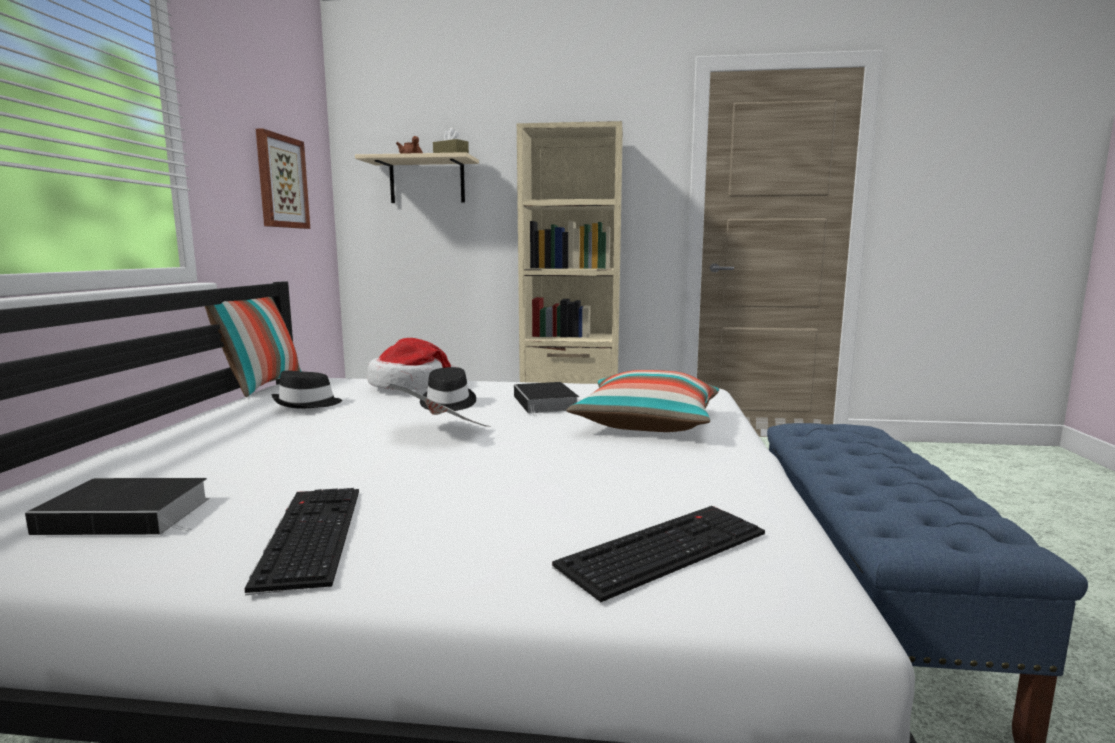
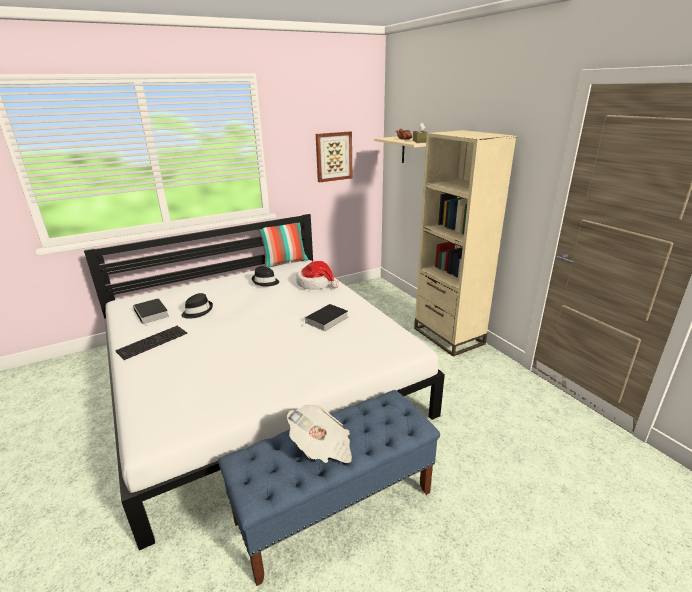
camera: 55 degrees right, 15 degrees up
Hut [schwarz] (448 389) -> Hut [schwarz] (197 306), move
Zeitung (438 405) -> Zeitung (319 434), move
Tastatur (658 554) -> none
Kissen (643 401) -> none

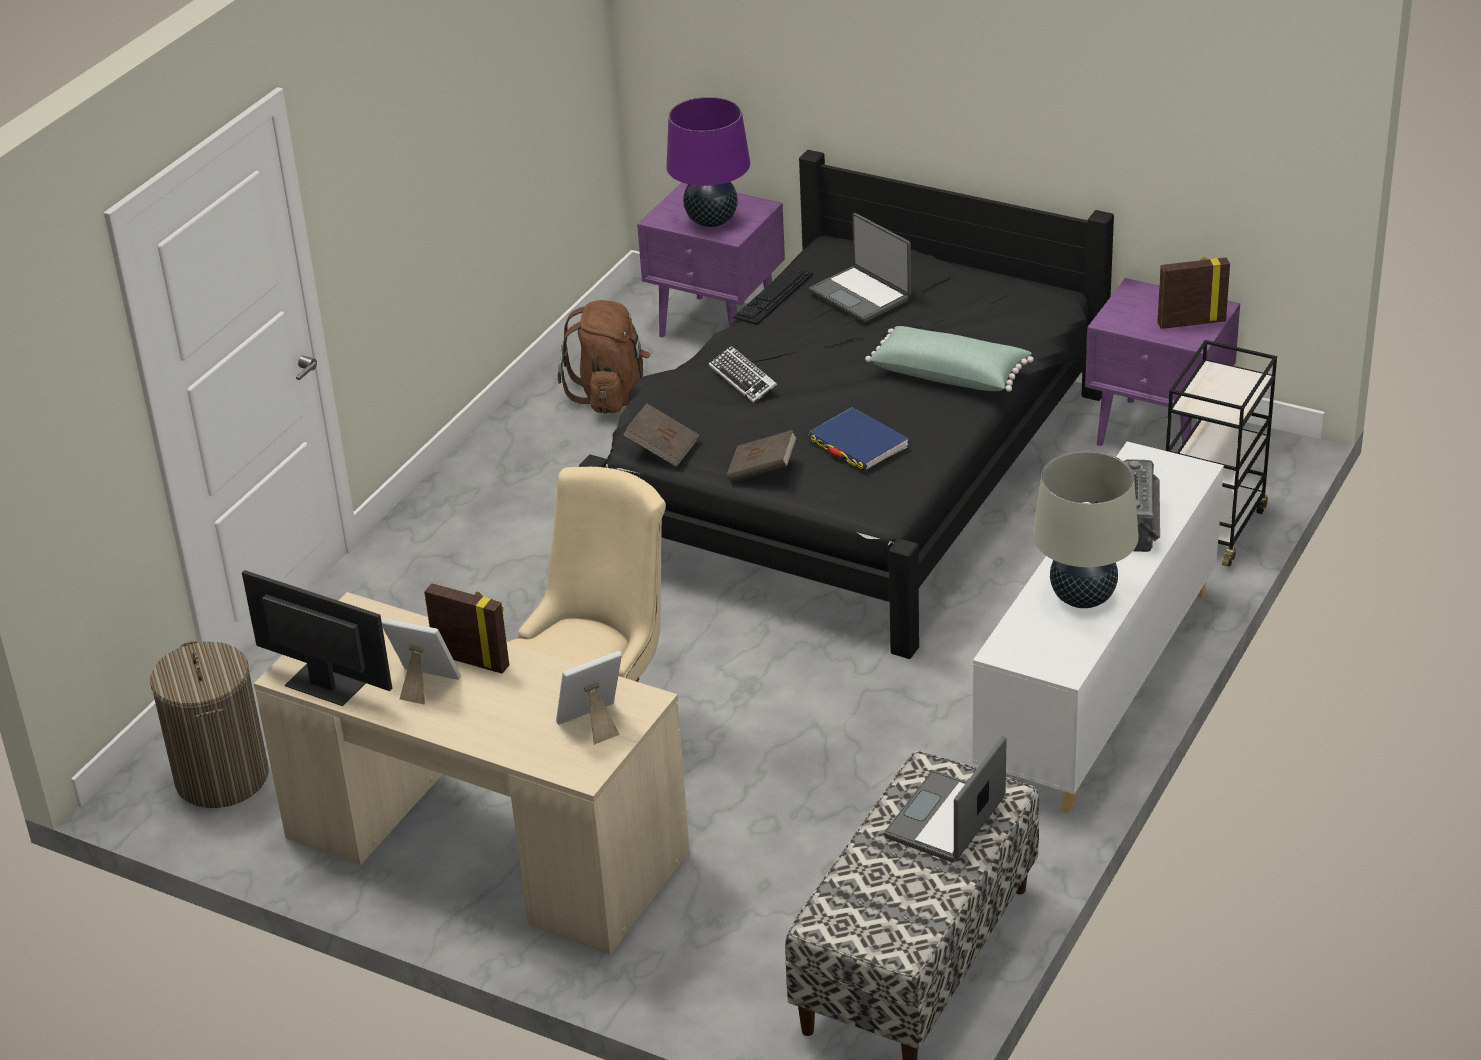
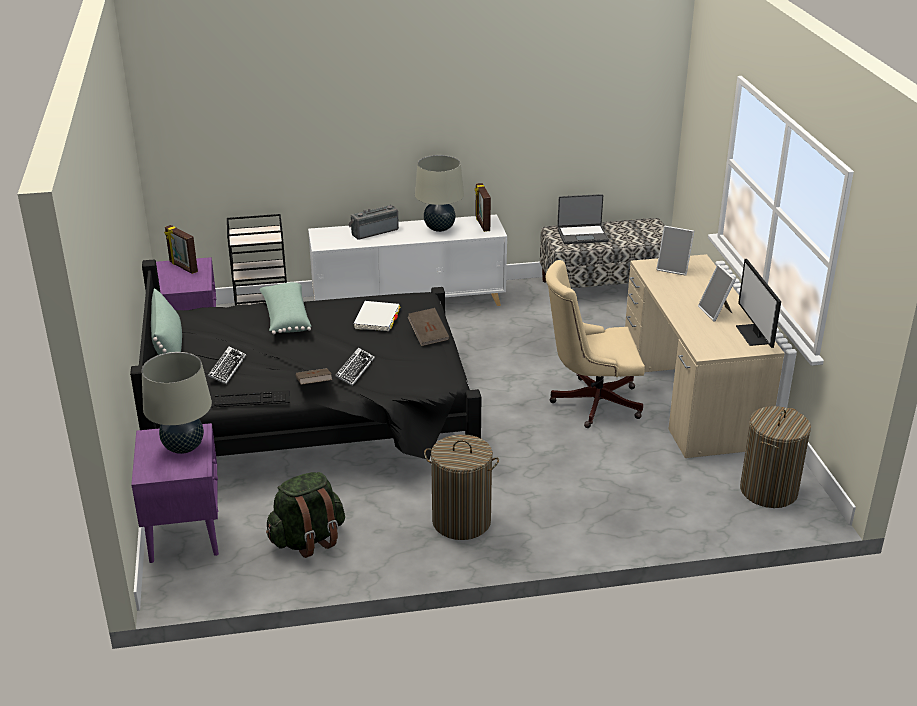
camera: 130 degrees left, 5 degrees down
Tischlampe [lila] (708 162) -> Tischlampe [beige] (177 403)
none -> Kissen [grün] (166 321)
Laptop (860 267) -> Tastatur (227 365)
Rucksack [braun] (604 357) -> Rucksack [grün] (305 515)
Buch [braun] (661 435) -> Buch [braun] (314 376), move
Buch [blau] (858 439) -> Buch [weiß] (377 316)
none -> Wäschekorb (461 487)
Bilderrahmen (466 628) -> Bilderrahmen (483 207), move

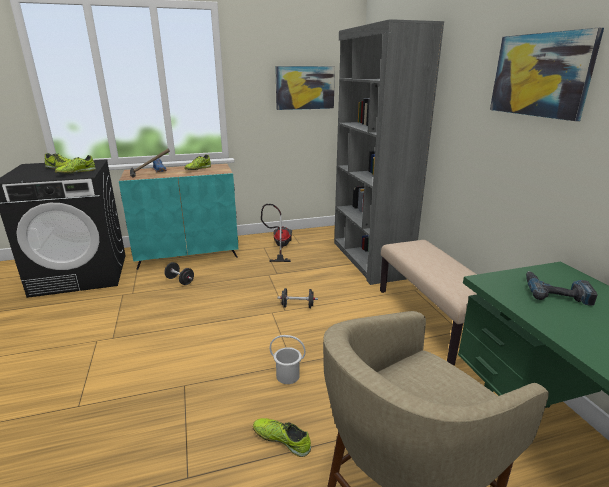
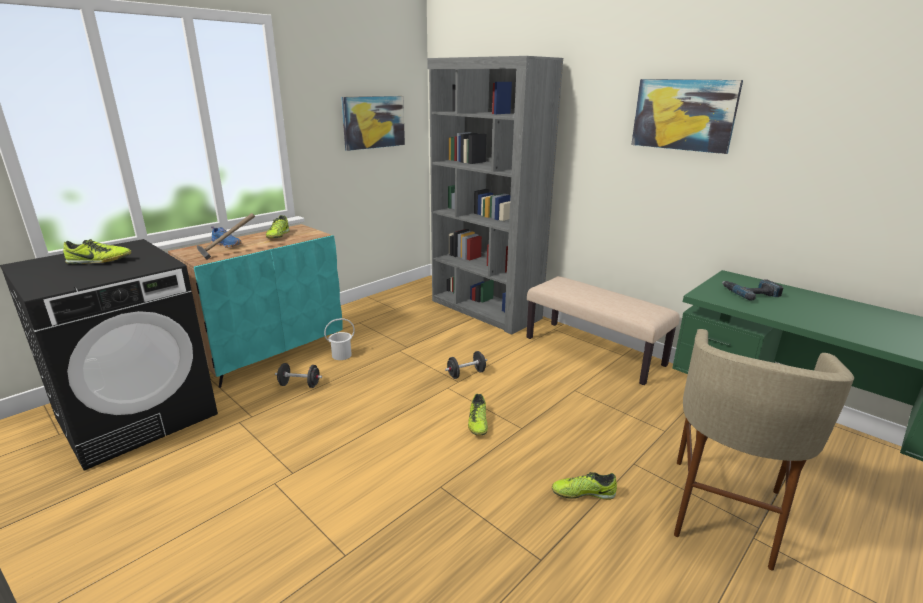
camera: 30 degrees left, 0 degrees up
Eimer [weiß] (288 359) -> Eimer [weiß] (339 339), move
Schuh (75 164) -> Schuh (478 414), move
Staubsauger (276 233) -> none

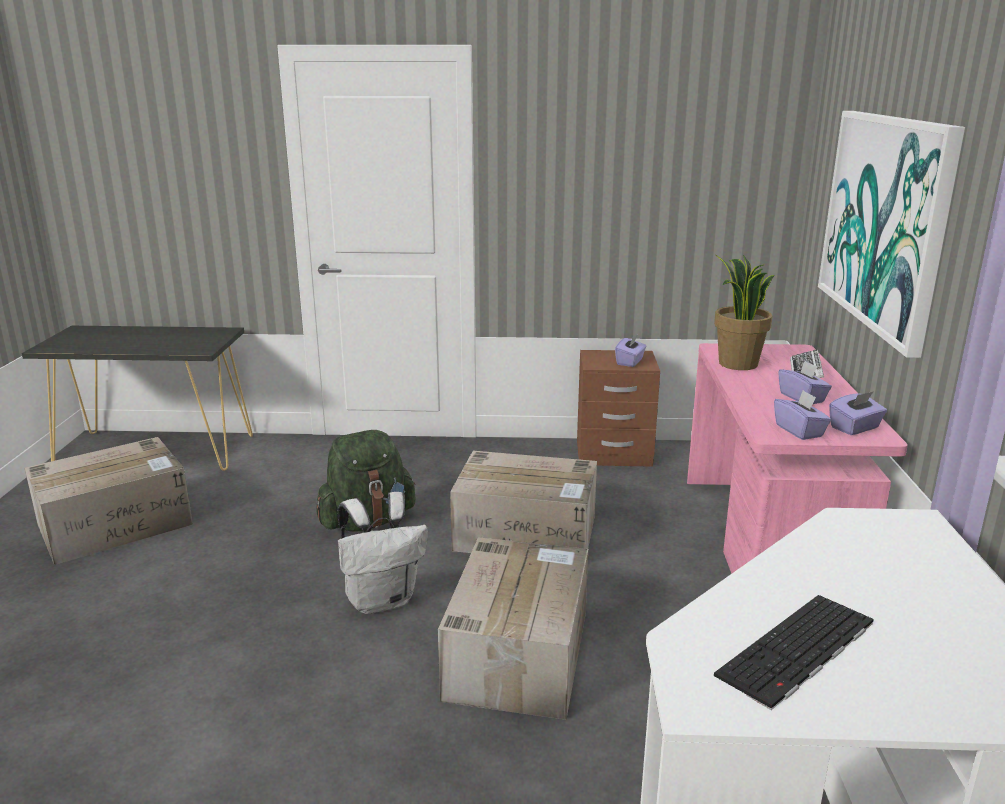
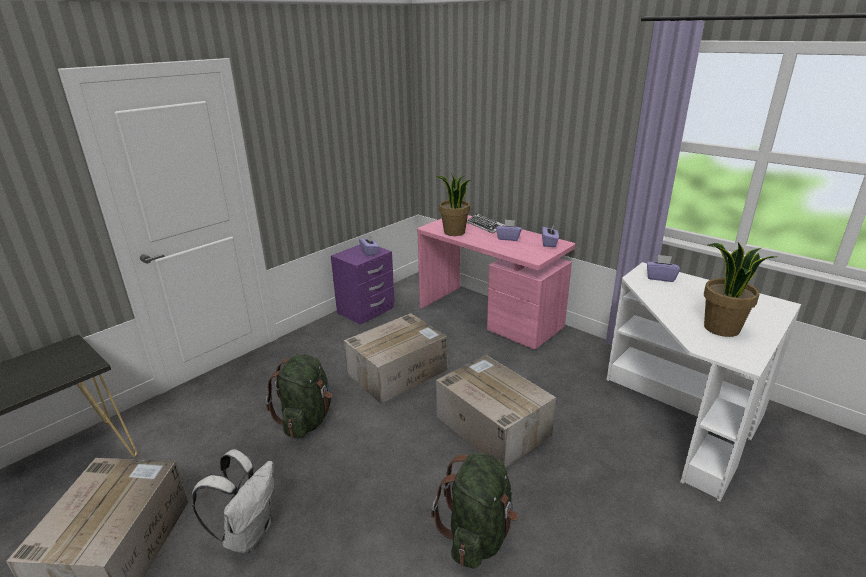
camera: 50 degrees left, 5 degrees up
Rucksack [weiß] (383 553) -> Rucksack [weiß] (233 501), move
Nachttisch [braun] (618 408) -> Nachttisch [lila] (363 285)
none -> Rucksack [grün] (474 511)
Taschentuchbox [lila] (802 415) -> Taschentuchbox [lila] (663 268), move
Tastatur (794 652) -> Topfpflanze (739 289)
Bild (891 234) -> none

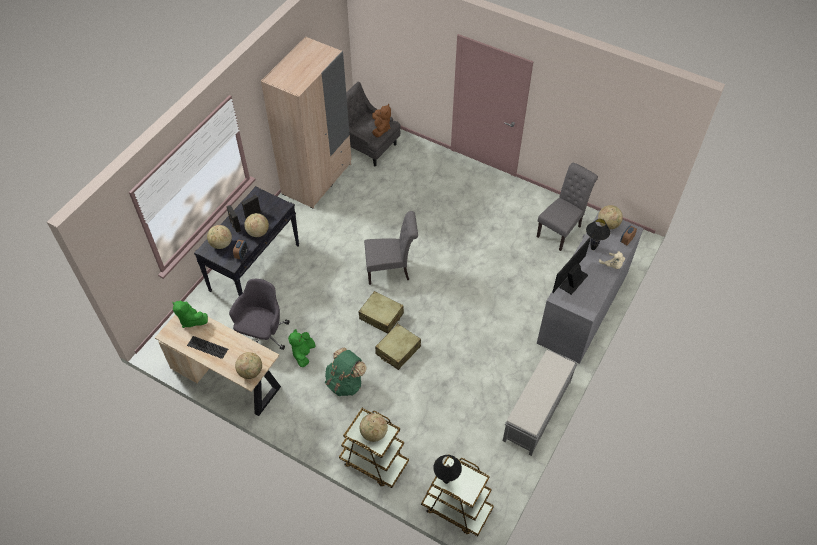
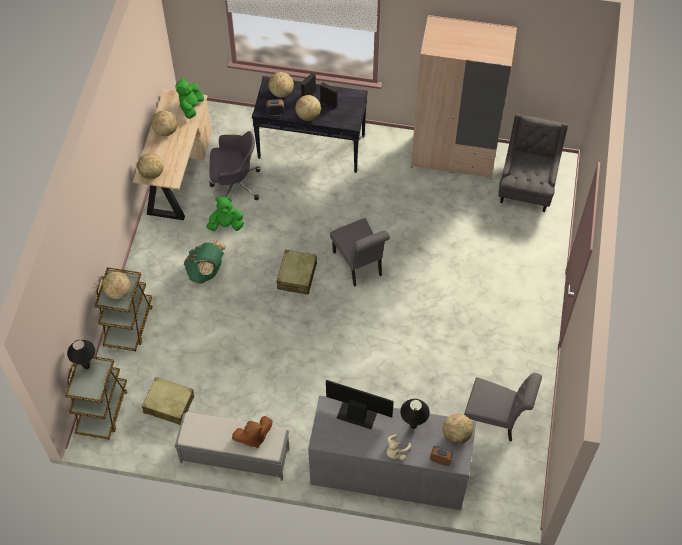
camera: 70 degrees right, 5 degrees up
Koffer [beige] (398 347) -> Koffer [beige] (168 401), move
Tastatur (207 347) -> Globus (164 123)
Plüschtier [braun] (381 120) -> Plüschtier [braun] (252 432), move

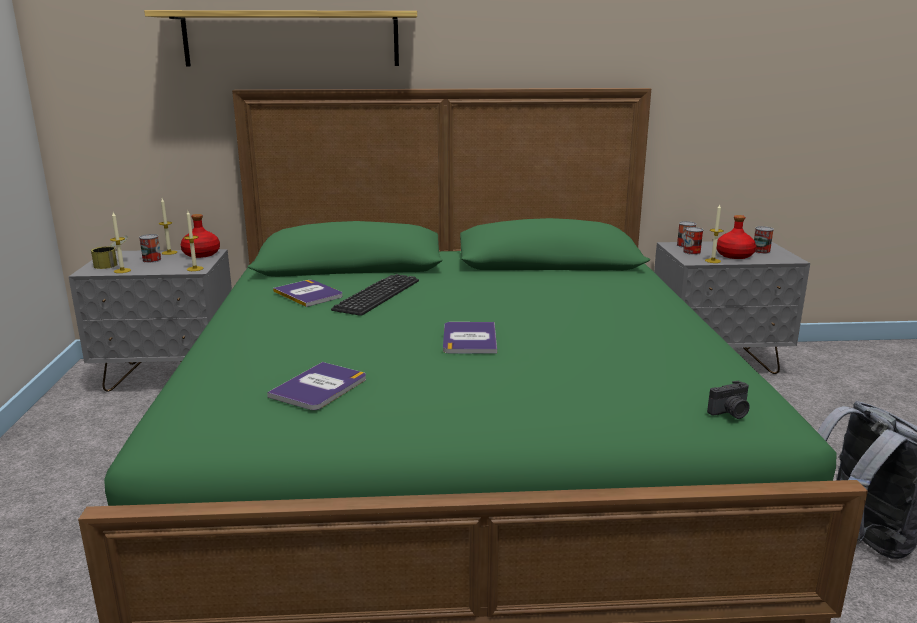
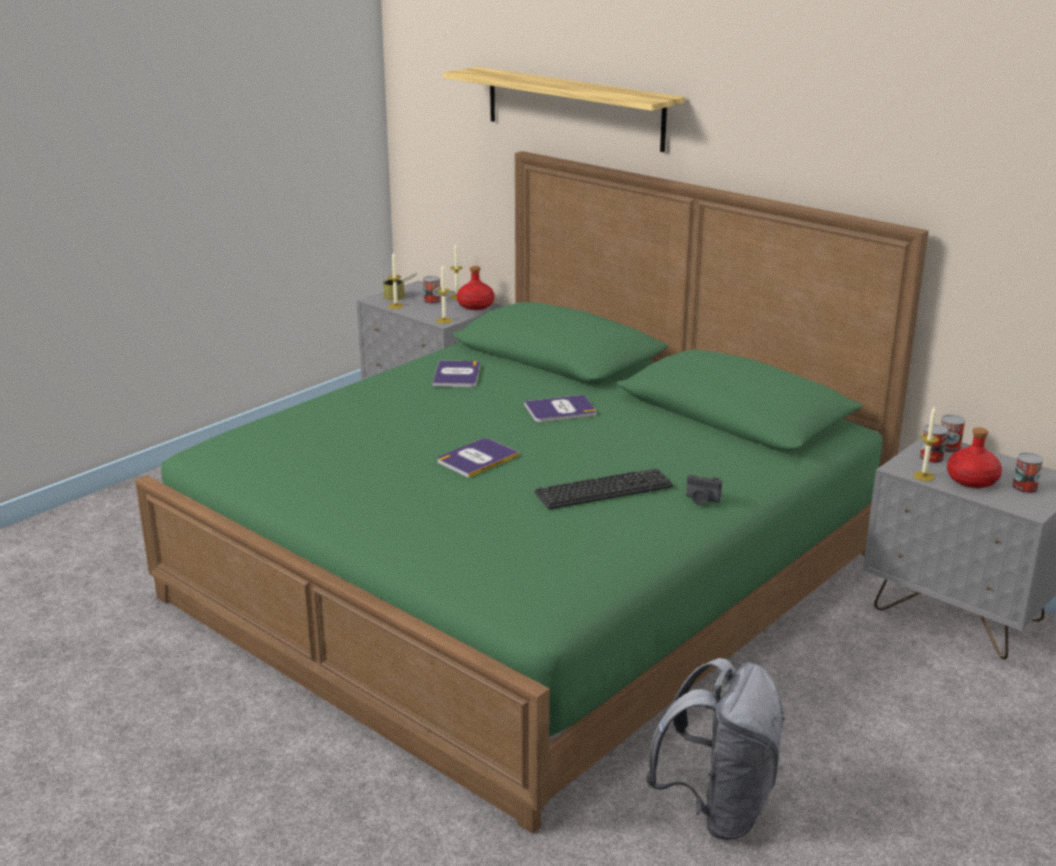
camera: 45 degrees right, 5 degrees up
Buch (316 386) -> Buch (560 408), move
Tastatur (375 295) -> Tastatur (603 489), move
Kamera (728 400) -> Kamera (704 490), move

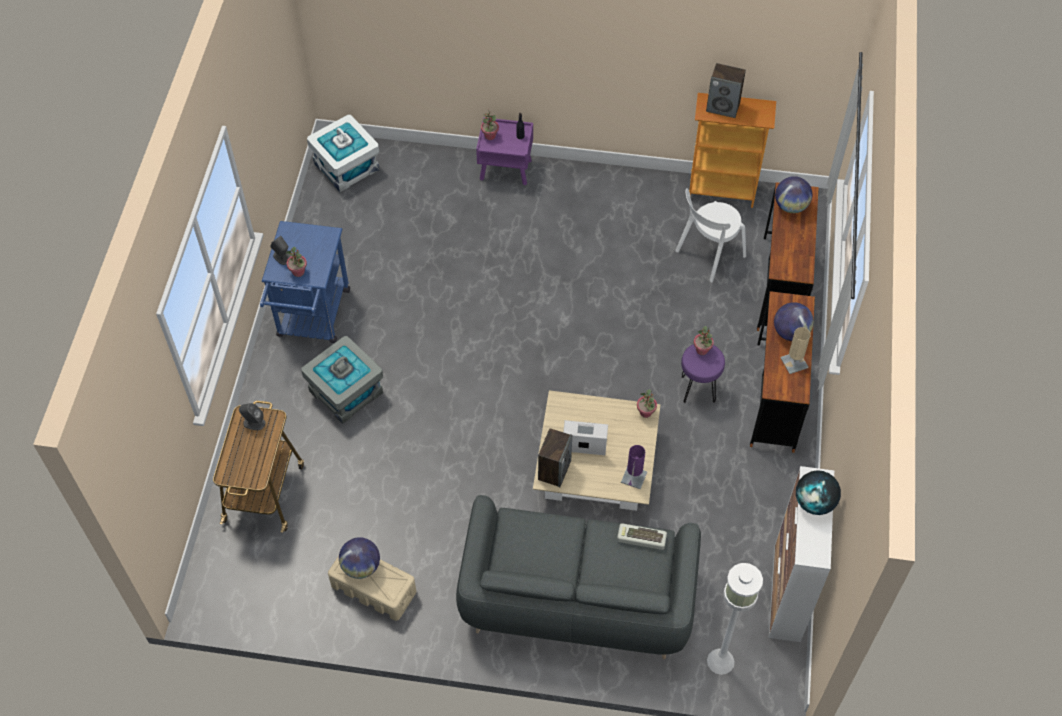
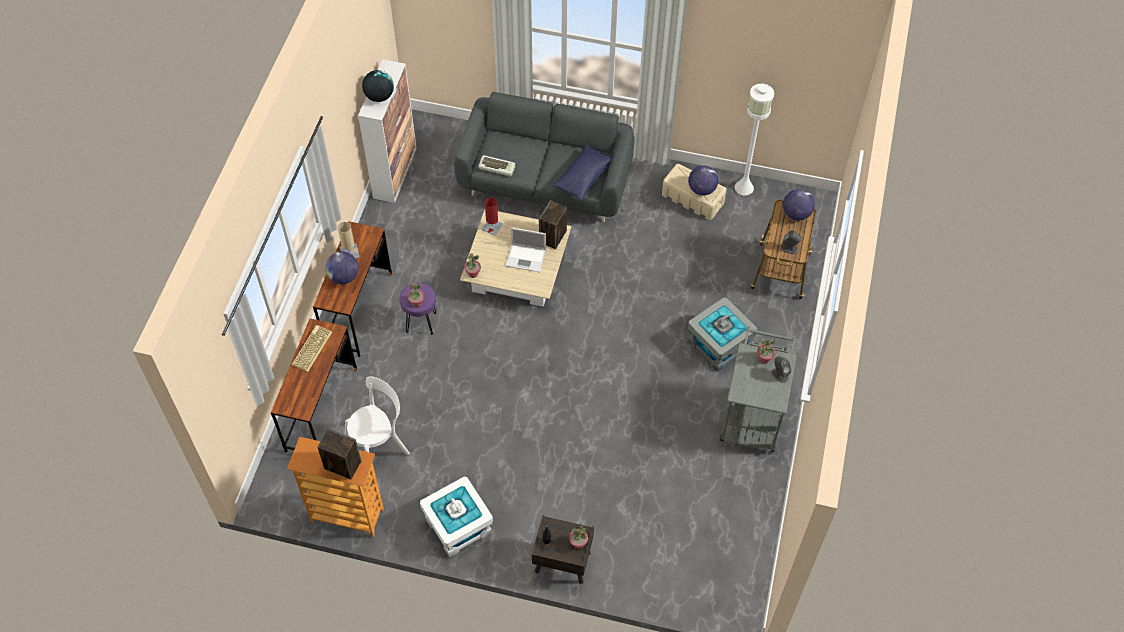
camera: 175 degrees left, 0 degrees up
none -> Tastatur (312 348)
Aufbewahrungsbox [weiß] (343 153) -> Aufbewahrungsbox [weiß] (456 517), move
Tischlampe [lila] (634 467) -> Tischlampe [rot] (492 217)
Nachttisch [lila] (504 151) -> Nachttisch [braun] (563 549)
none -> Kissen [blau] (582 172)
Rollwagen [blau] (305 282) -> Rollwagen [grau] (758 389)
Stehlampe [weiß] (735 619) -> Stehlampe [weiß] (754 140), move
Globus (793 194) -> Globus (799 204), move

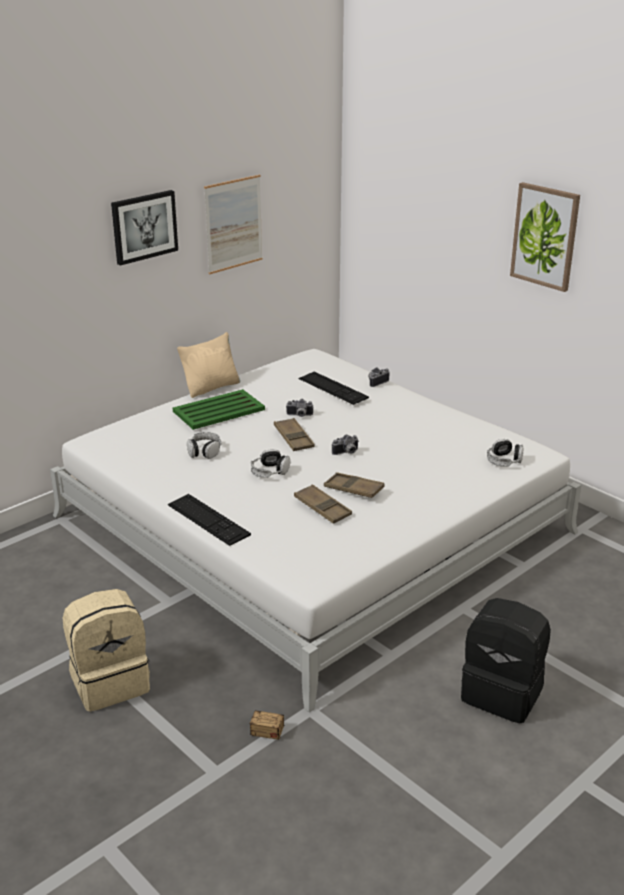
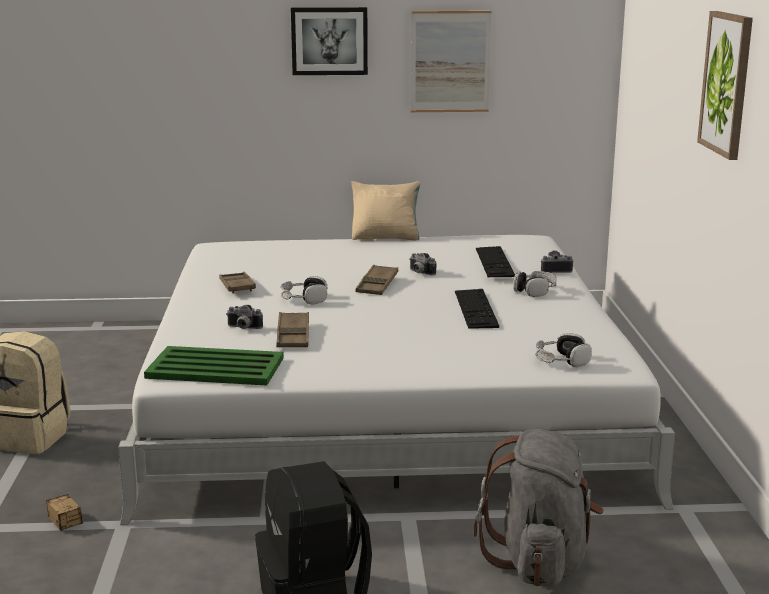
camera: 40 degrees right, 10 degrees down
Tablett [grün] (219 409) -> Tablett [grün] (214 365), move
Tablett [braun] (354 485) -> Tablett [braun] (237 282), move
Kamera (345 444) -> Kamera (244 317), move
Tastatur (209 520) -> Tastatur (477 309), move
none -> Rucksack [grau] (538 507)
Kopfhörer (204 445) -> Kopfhörer (535 284), move

